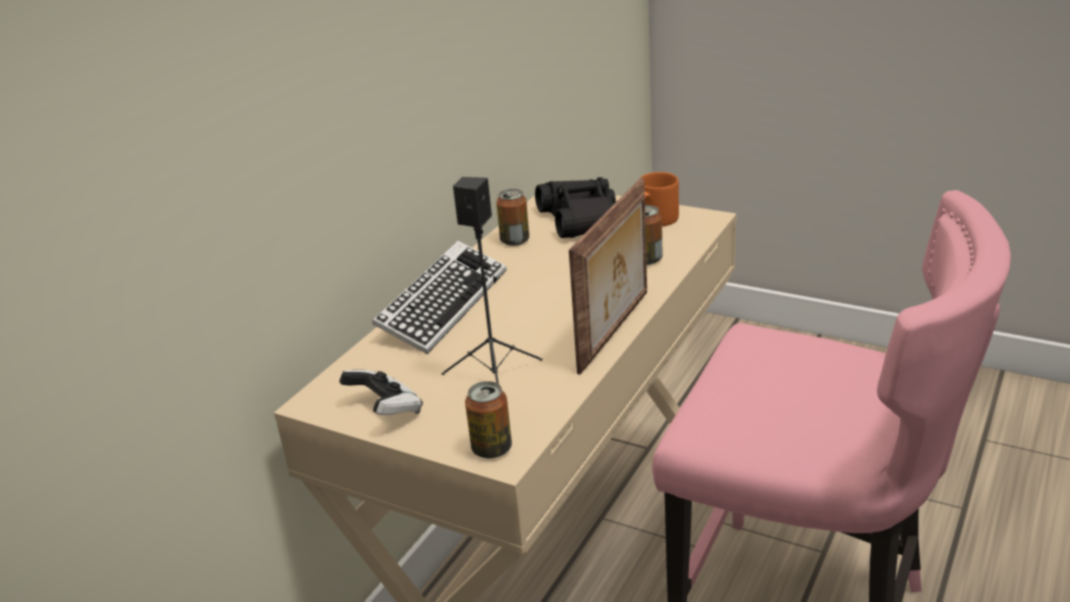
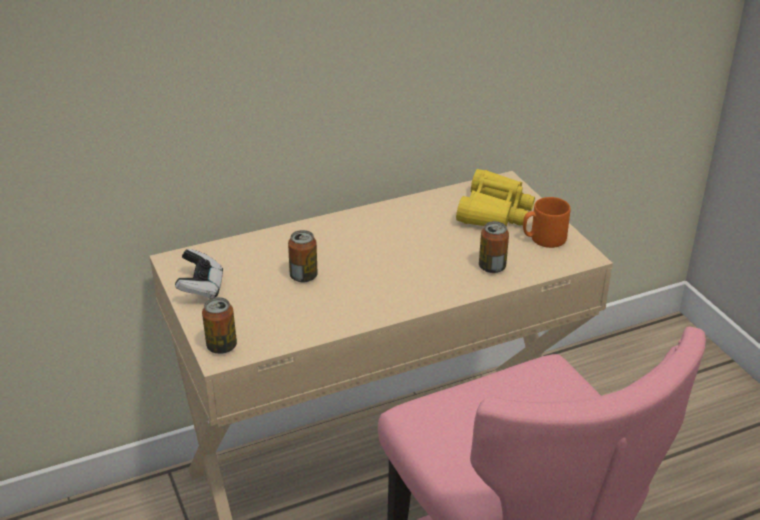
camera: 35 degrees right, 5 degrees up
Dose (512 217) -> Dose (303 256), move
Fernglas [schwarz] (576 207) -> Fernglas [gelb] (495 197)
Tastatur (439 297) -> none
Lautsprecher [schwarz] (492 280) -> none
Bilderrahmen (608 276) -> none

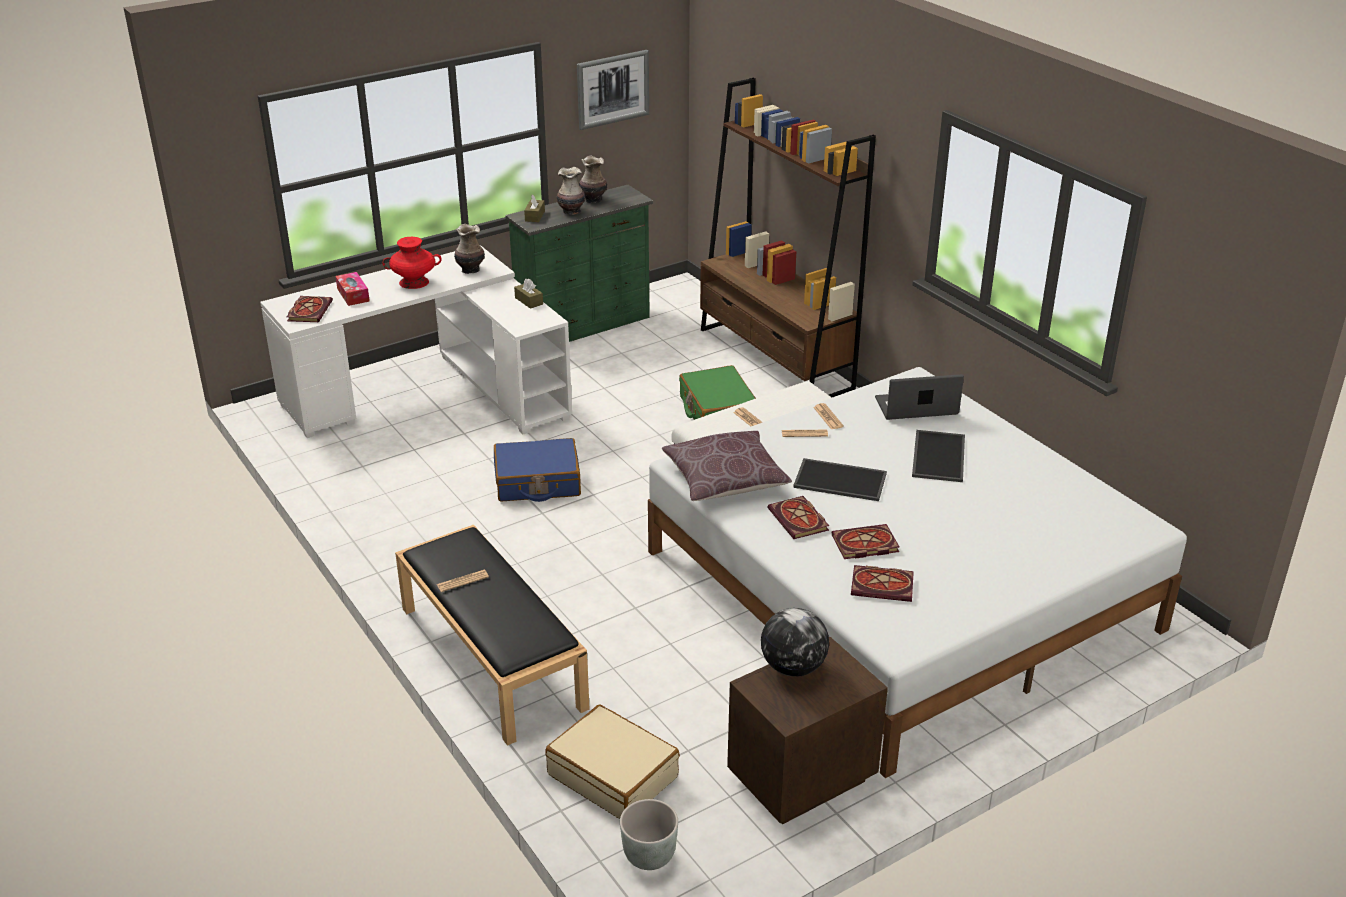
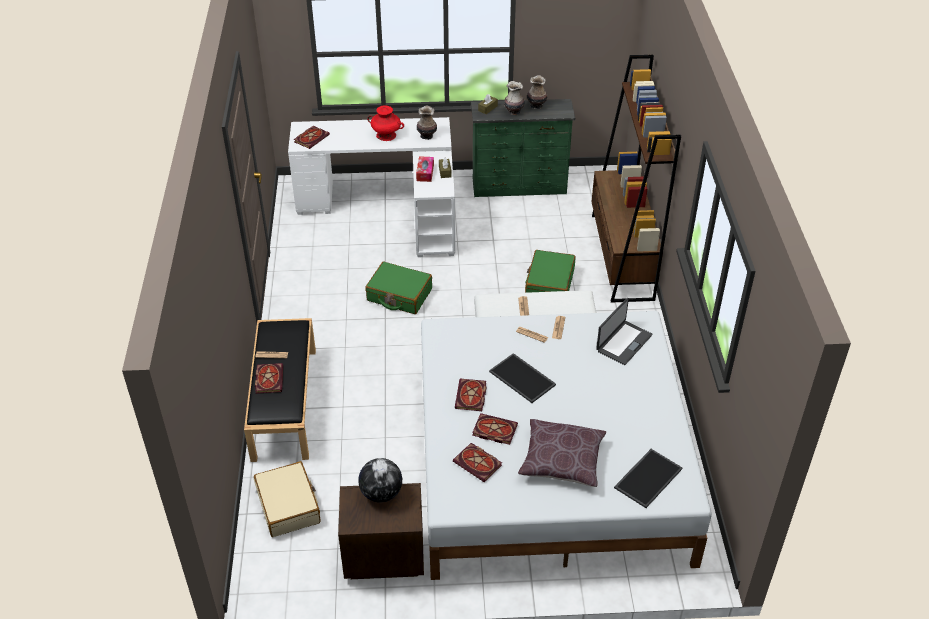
camera: 30 degrees right, 10 degrees up
none -> Buch (269 378)
Koffer [blau] (537 470) -> Koffer [grün] (398 288)
Taschentuchbox (352 289) -> Taschentuchbox (425 169), move
Kissen [braun] (727 466) -> Kissen [braun] (562 453), move
Laptop (919 397) -> Laptop (624 331), 105 degrees clockwise
Tablett (938 456) -> Tablett (648 478), move
Bild (613 90) -> none
Pflanzkübel [grau] (649 834) -> none

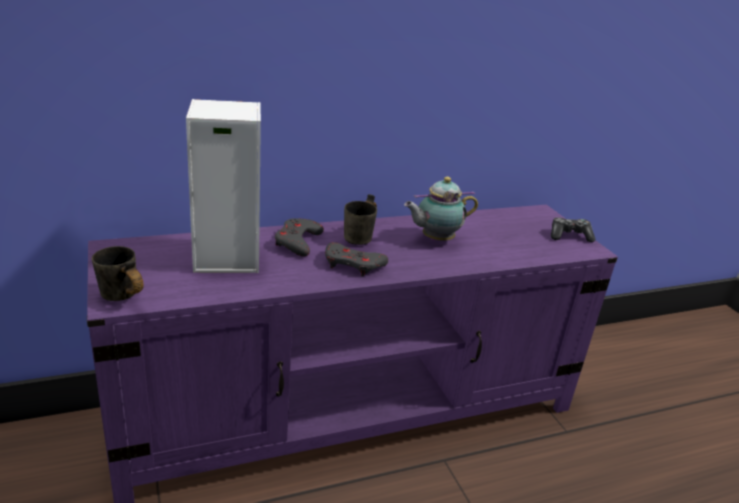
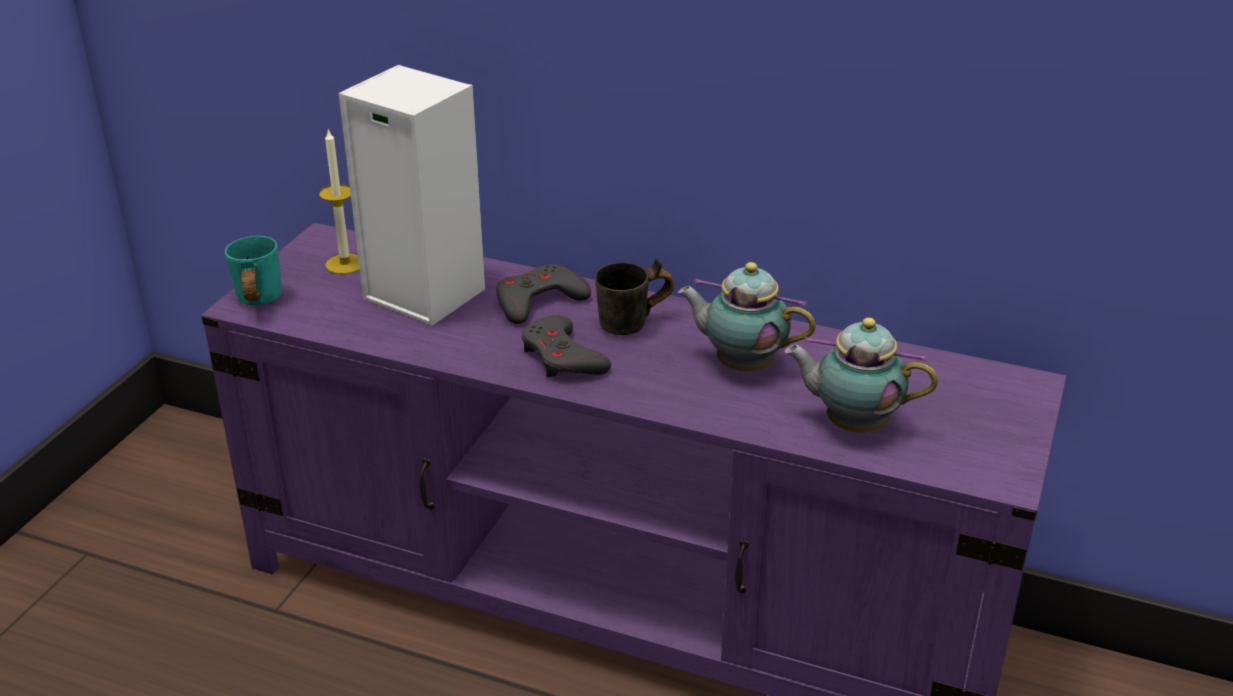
camera: 45 degrees right, 5 degrees up
Henkelbecher [grau] (118 273) -> Henkelbecher [türkis] (253 270)
none -> Kerze (339 201)
none -> Teekanne (861 375)
Gamepad (573 229) -> none

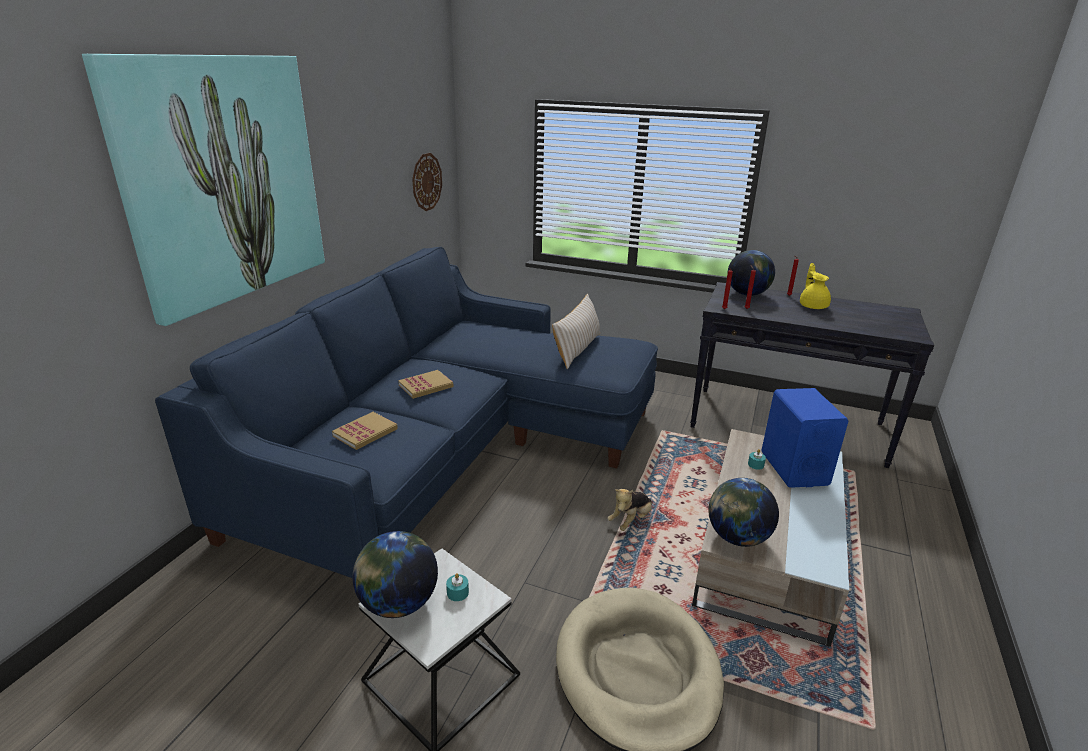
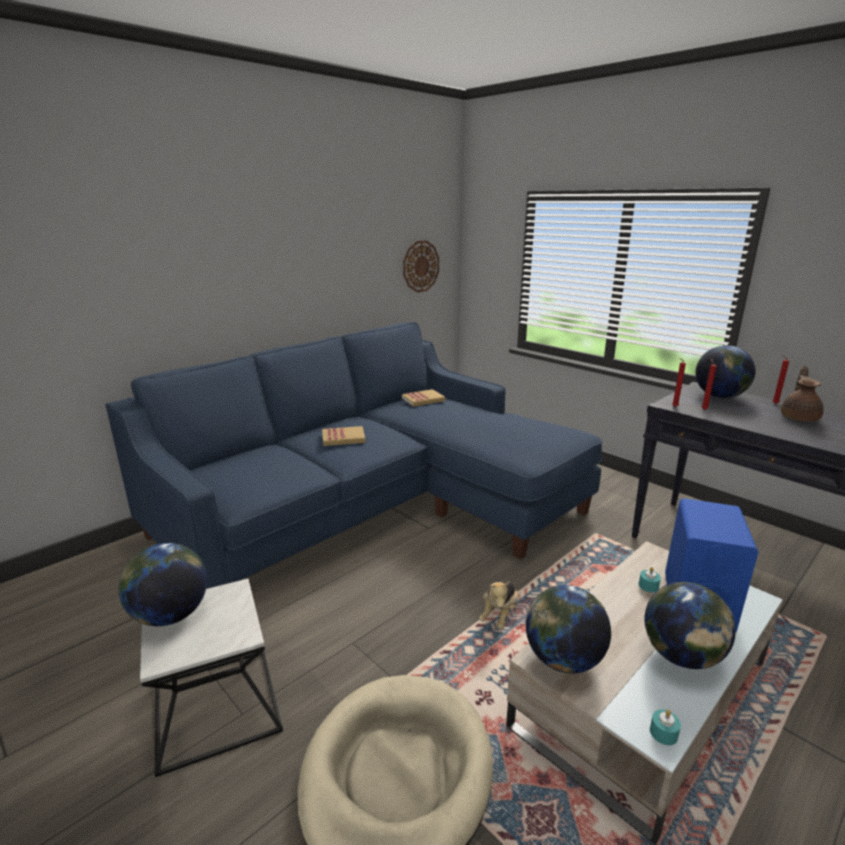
camera: 25 degrees right, 5 degrees down
Buch (365 431) -> Buch (423 398), move
Plüschtier (629 510) -> Plüschtier (498 605), 45 degrees counterclockwise
none -> Globus (690 625)
Kerze [türkis] (457 587) -> Kerze [türkis] (665 727), move
Teekanne [gelb] (815 286) -> Teekanne [braun] (802 393)
Bild (203 190) -> none
Kissen [beige] (576 331) -> none

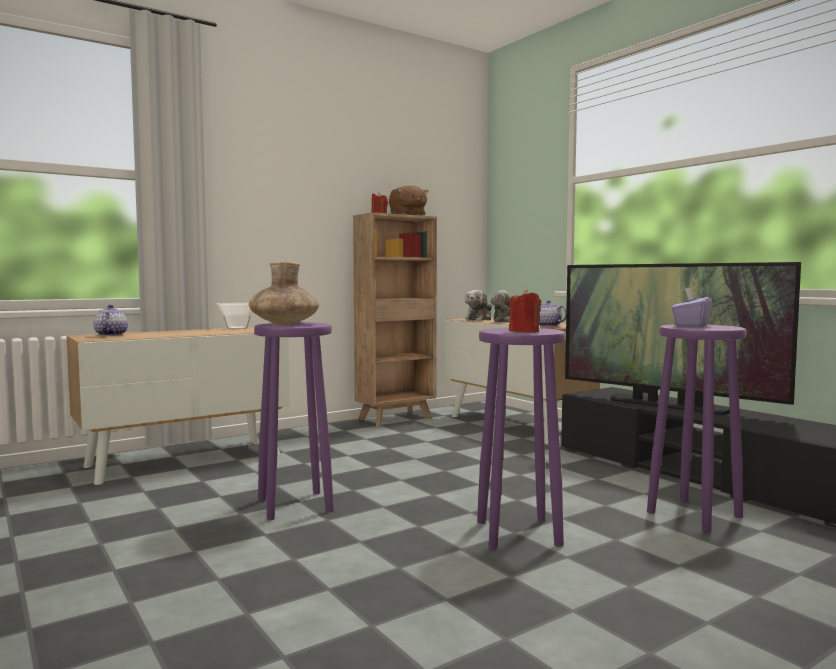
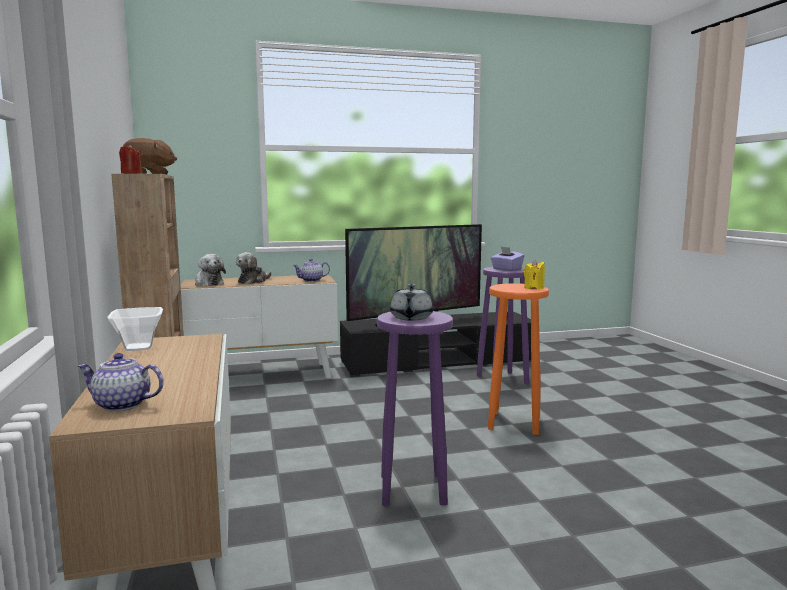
camera: 70 degrees left, 5 degrees up
Vase [braun] (284 293) -> Teekanne [grau] (411 302)
Hocker [lila] (521 438) -> Hocker [orange] (518 359)
Kerze [rot] (525 311) -> Kerze [gelb] (534 274)

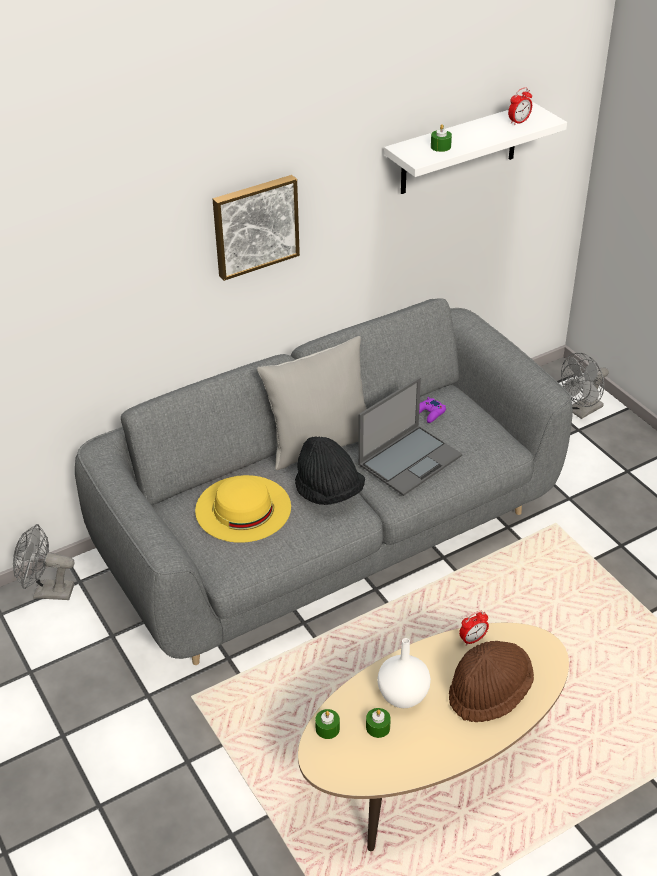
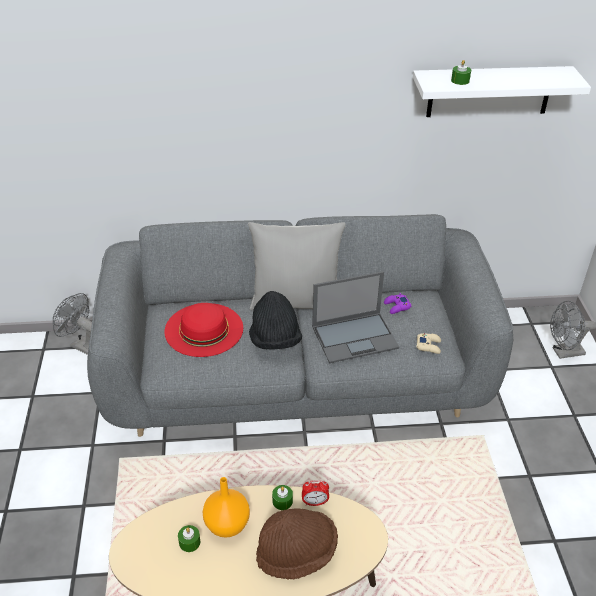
camera: 25 degrees right, 0 degrees up
Hut [gelb] (243 509) -> Hut [rot] (204 330)
Vase [weiß] (404 673) -> Vase [orange] (226 507)
Kerze [grün] (327 724) -> Kerze [grün] (282 497), move
none -> Gamepad [beige] (428 343)
Bild (256 228) -> none
Wecker (520 106) -> none

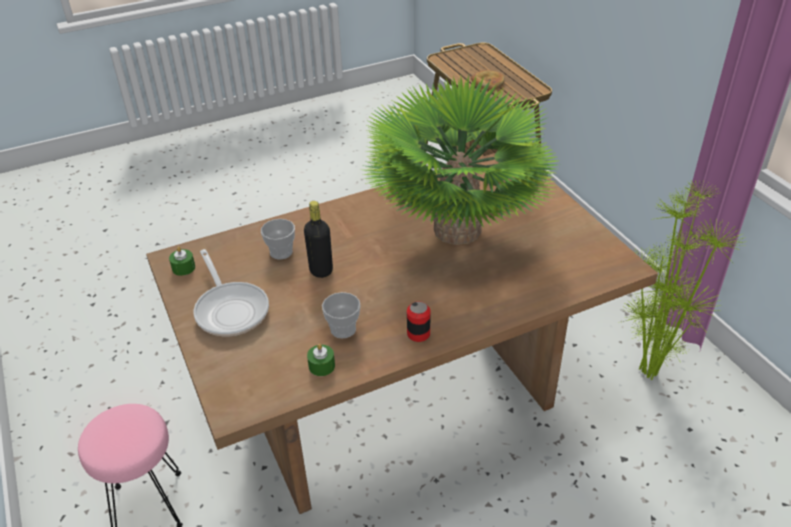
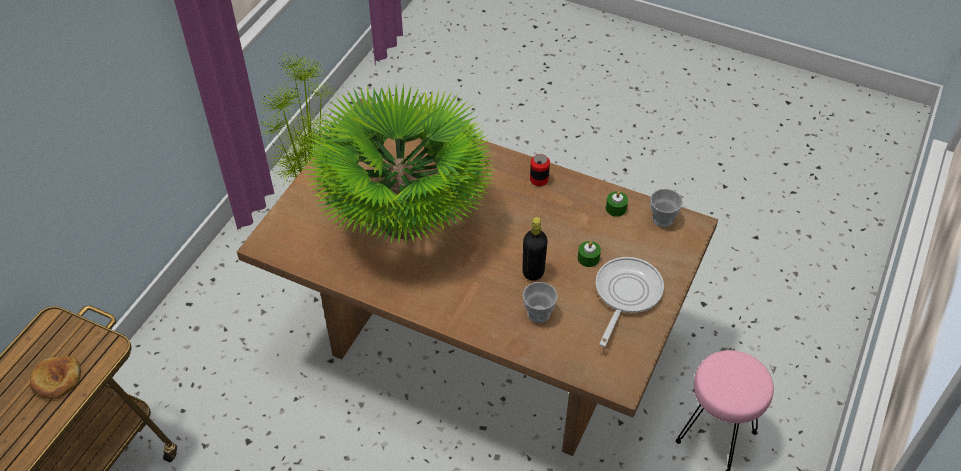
camera: 130 degrees left, 10 degrees up
Kerze [grün] (182 261) -> Kerze [grün] (589 254), move
Tasse (341 315) -> Tasse (666 208), move

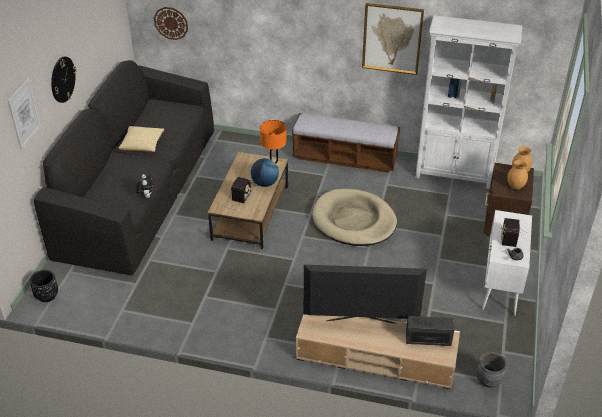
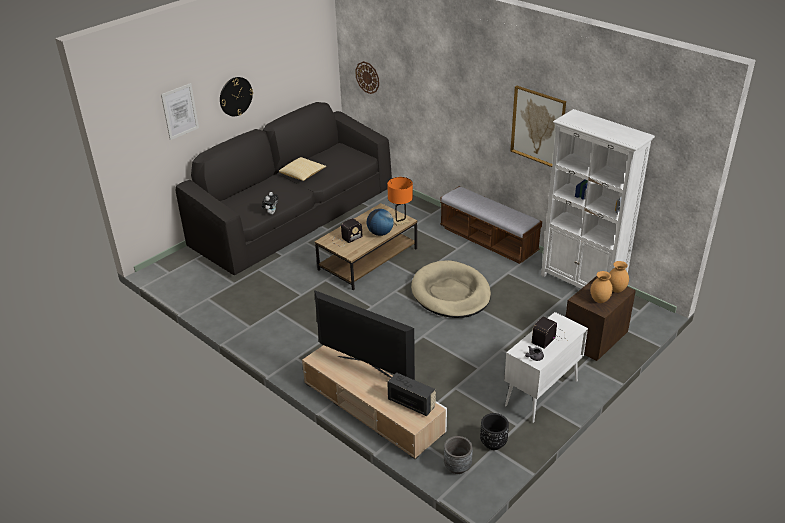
camera: 30 degrees right, 5 degrees down
Pflanzkübel [schwarz] (44 286) -> Pflanzkübel [schwarz] (494 431), move

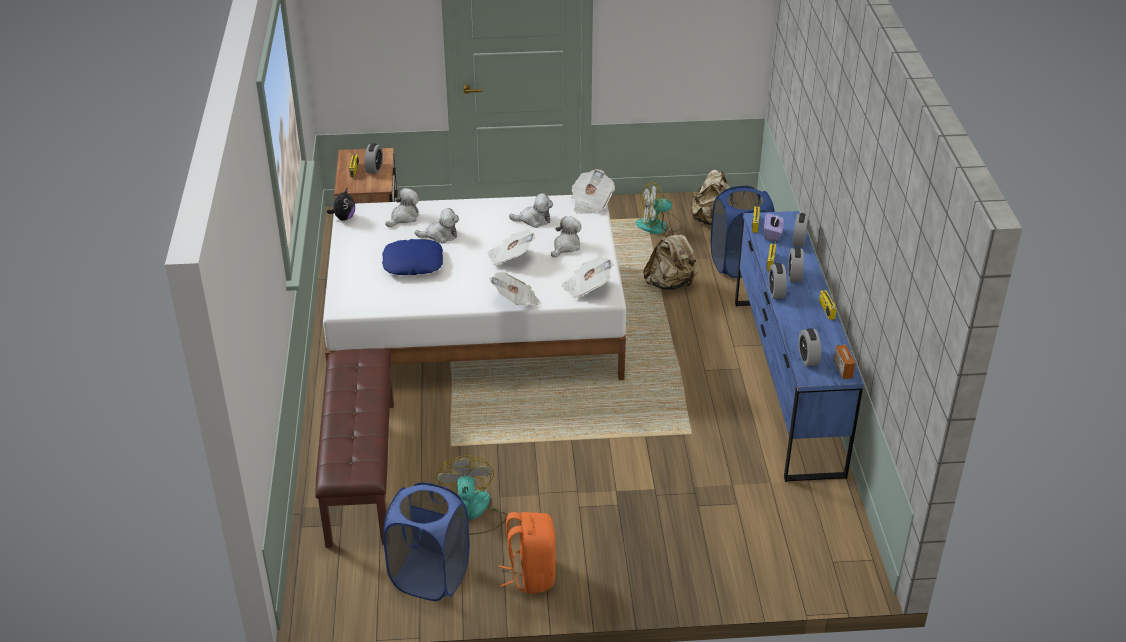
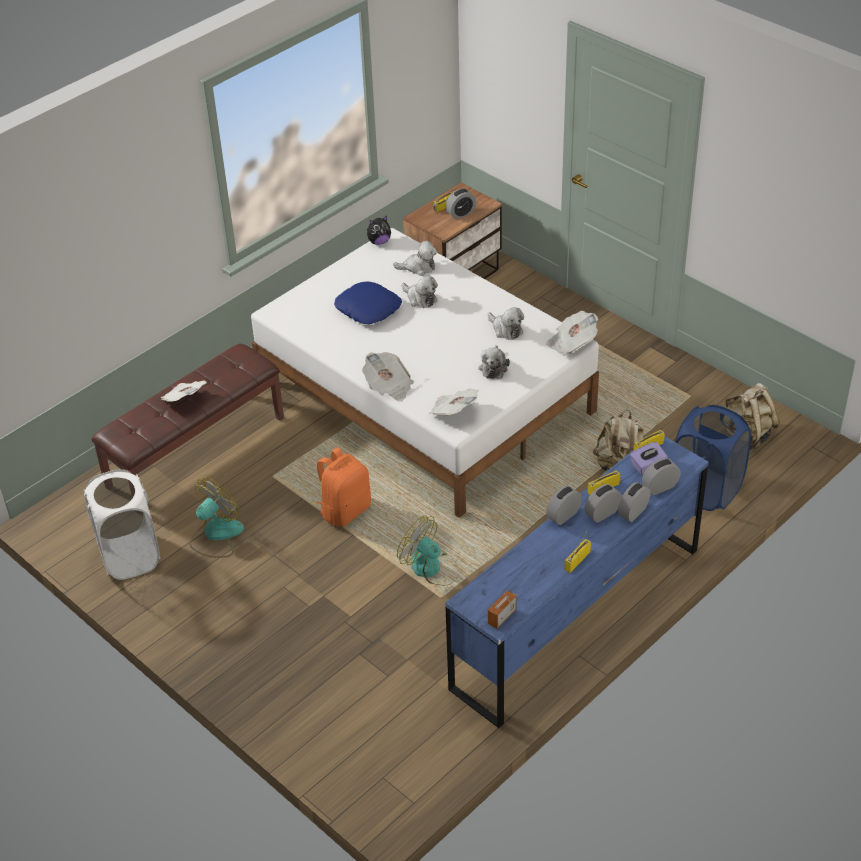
camera: 50 degrees right, 5 degrees up
Wäschekorb [blau] (426 541) -> Wäschekorb [weiß] (121 524)
Zeitung (511 247) -> Zeitung (183 391), move
Rucksack [orange] (527 553) -> Rucksack [orange] (343 487), move
Ventilator (658 208) -> Ventilator (429 550), move
Plüschtier (566 237) -> Plüschtier (494 362), 105 degrees clockwise
Wecker (809 347) -> Wecker (634 502), move

